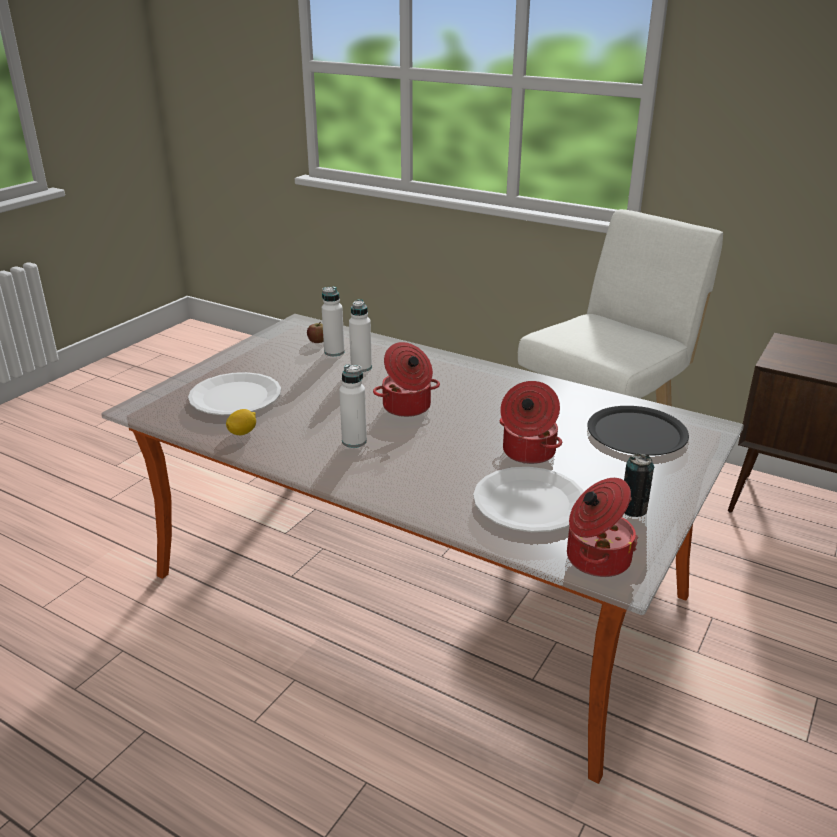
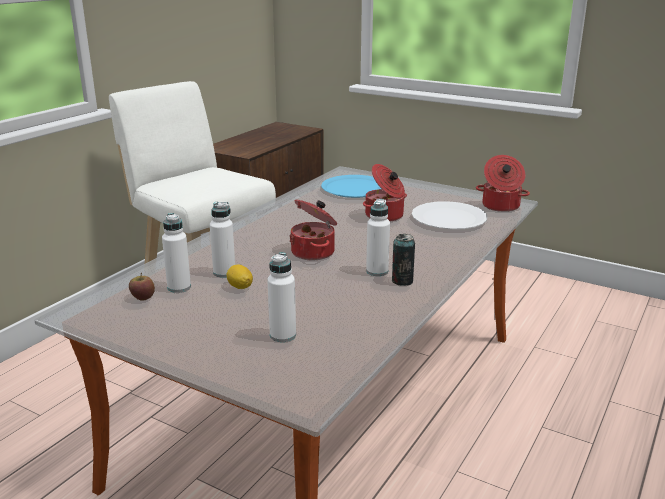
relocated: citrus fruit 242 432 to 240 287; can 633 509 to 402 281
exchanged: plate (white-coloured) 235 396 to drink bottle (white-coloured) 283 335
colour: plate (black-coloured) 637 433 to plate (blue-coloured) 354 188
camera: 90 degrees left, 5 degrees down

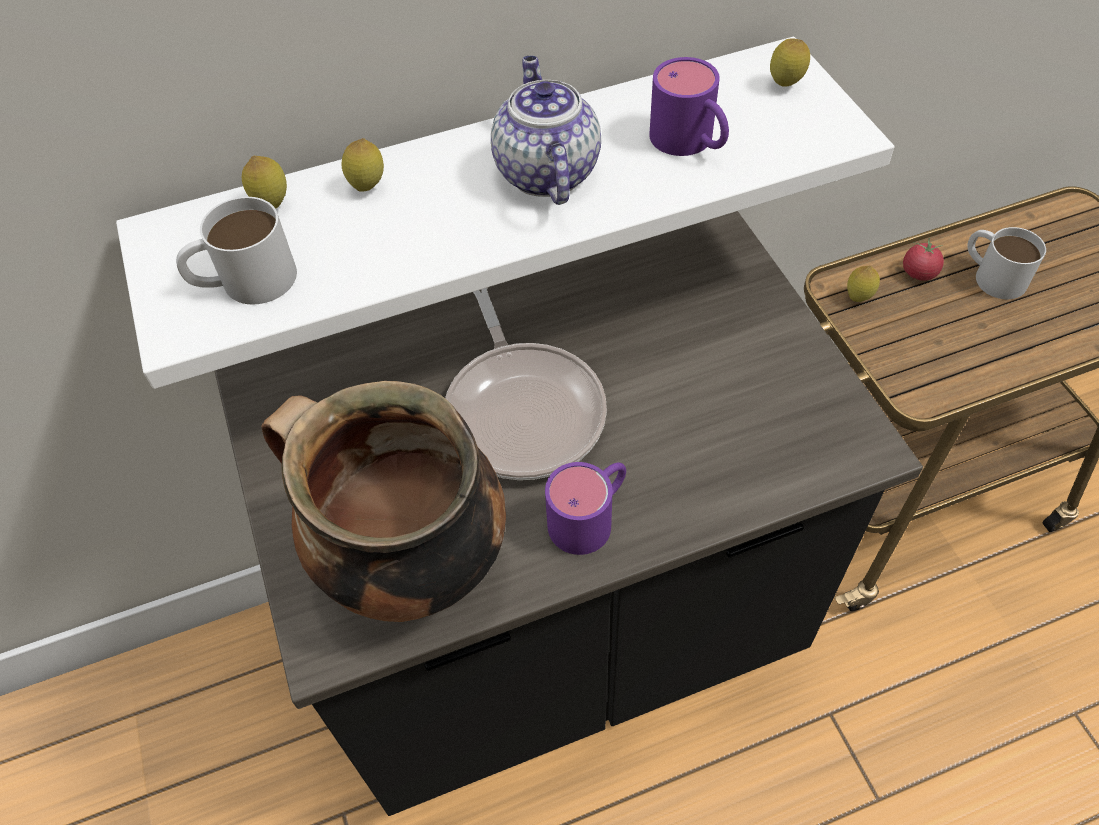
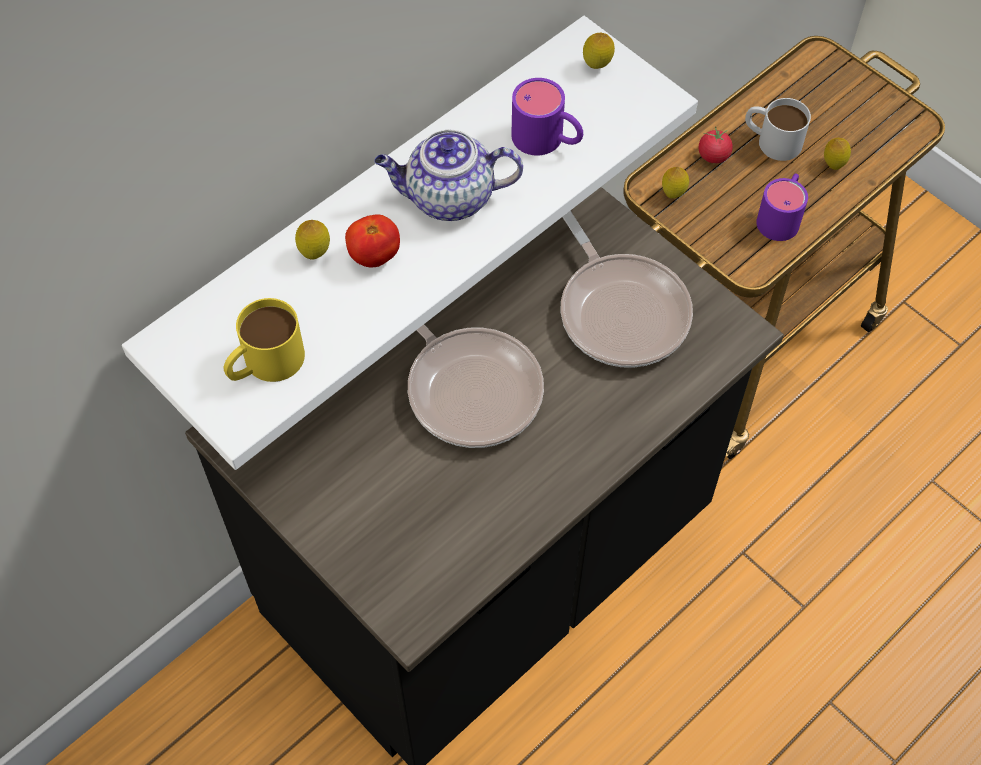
missing: saucepot 410 566
appeared: whole tomato 374 255; skillet 620 310
relocated: coffee mug (purple) 590 516 to 781 216; citrus fruit 272 204 to 833 165
colour: coffee mug (white-coloured) 244 281 to coffee mug (yellow-coloured) 264 363
spun: teapot 545 172 = 448 198 60 degrees counterclockwise
camera: 25 degrees left, 5 degrees up

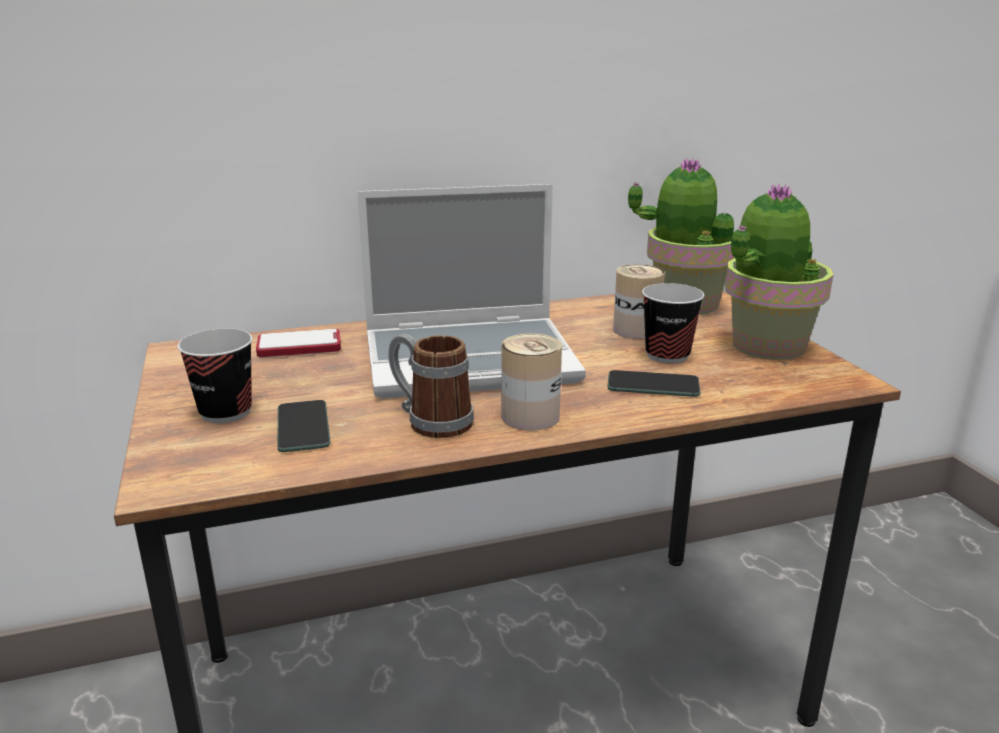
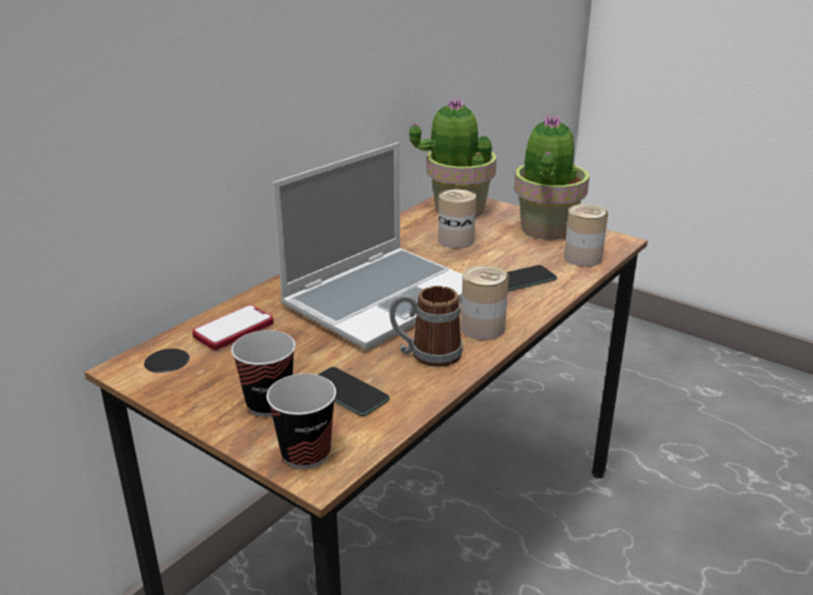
appeared: can 583 258
relocated: small cup 667 355 to 306 453
camera: 35 degrees left, 5 degrees up

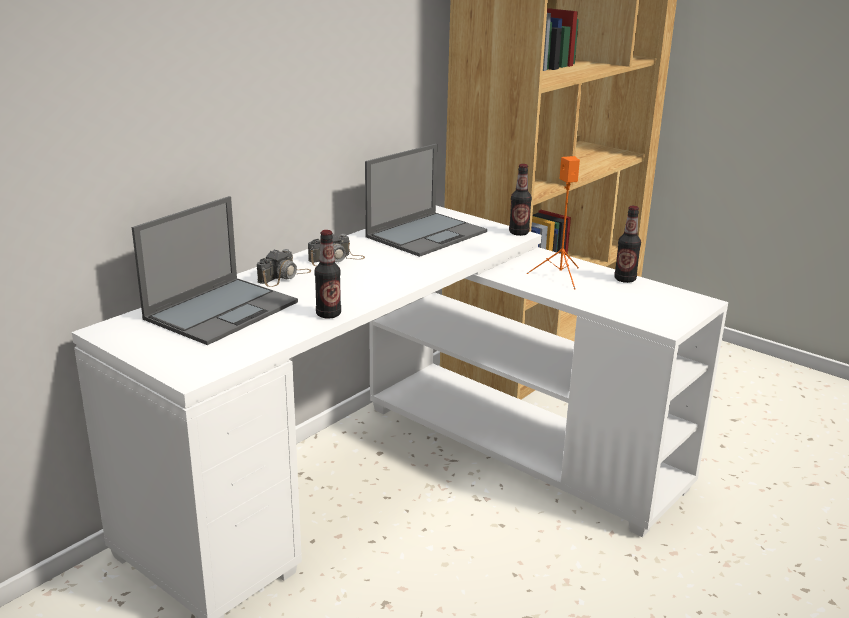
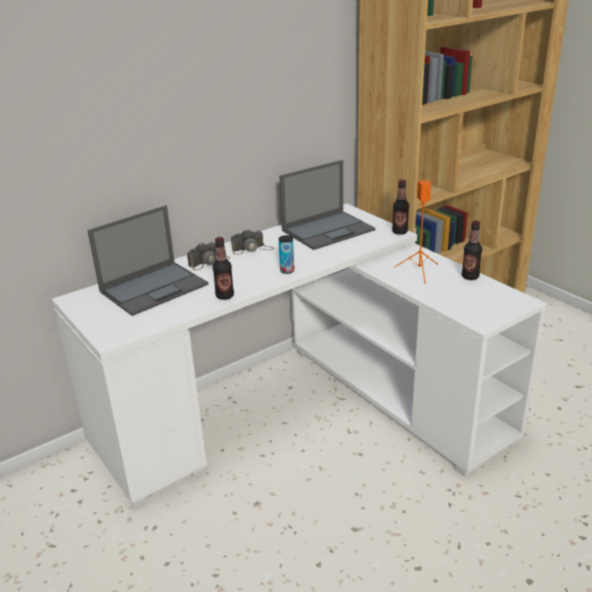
appeared: can 287 271
camera: 15 degrees right, 5 degrees up

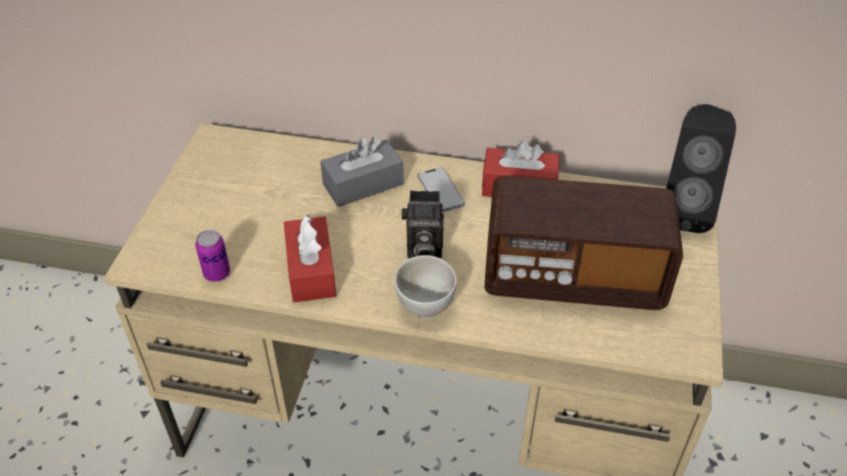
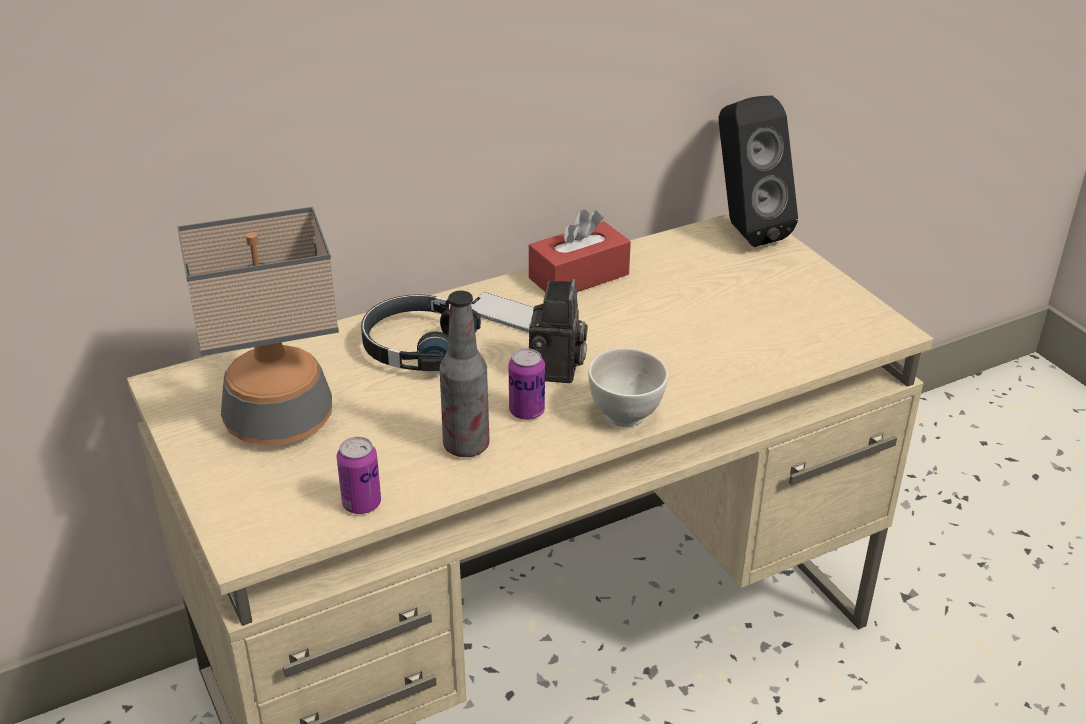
missing: radio receiver 573 277
appeared: table lamp 278 419; can 527 411
exchanged: box of tissues (grey) 363 184 to headphones (black-coloured) 416 346; box of tissues (reddish) 311 270 to drink bottle 466 446
spun: still camera 422 249 = 557 371 45 degrees counterclockwise
camera: 40 degrees left, 10 degrees down

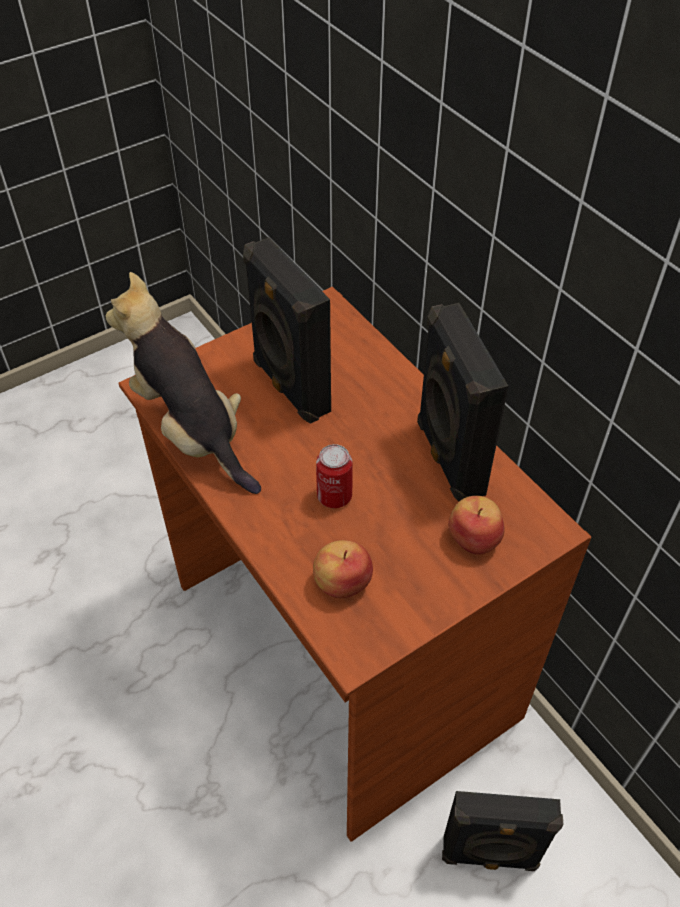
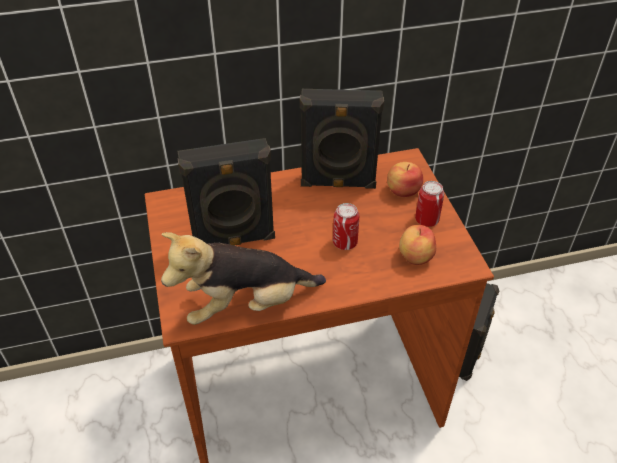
appeared: can 427 220
camera: 70 degrees left, 5 degrees down

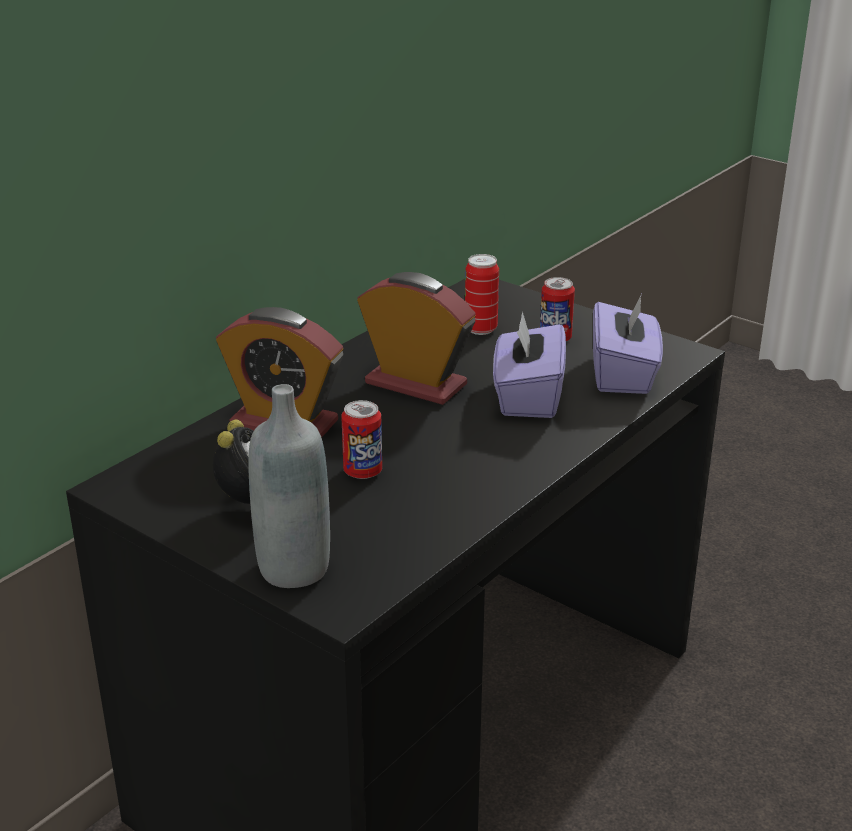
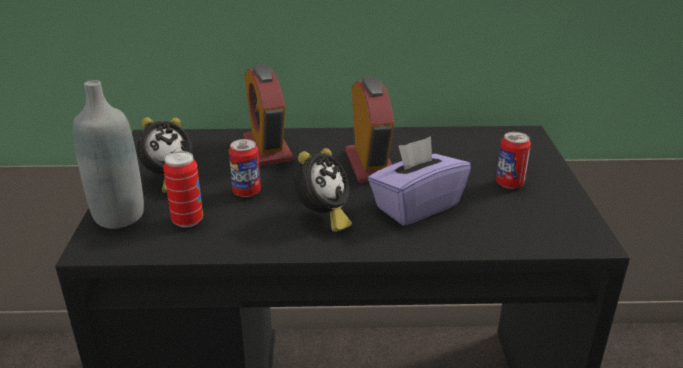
missing: box of tissues (purple) 623 374
appeared: alarm clock 323 218
relocated: can 480 329 to 187 221
camera: 50 degrees right, 0 degrees up

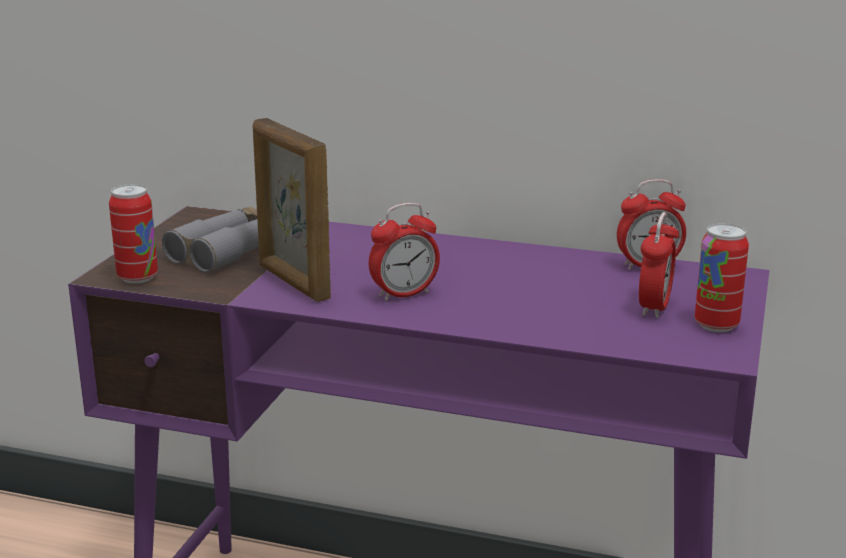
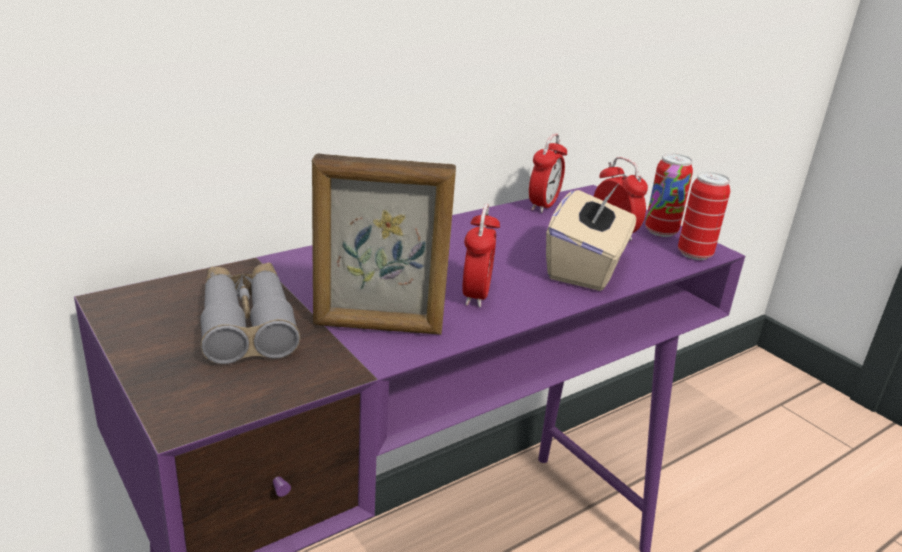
appeared: box of tissues (sand-coloured) 586 268
relocated: can 137 277 to 694 254
camera: 55 degrees left, 5 degrees up

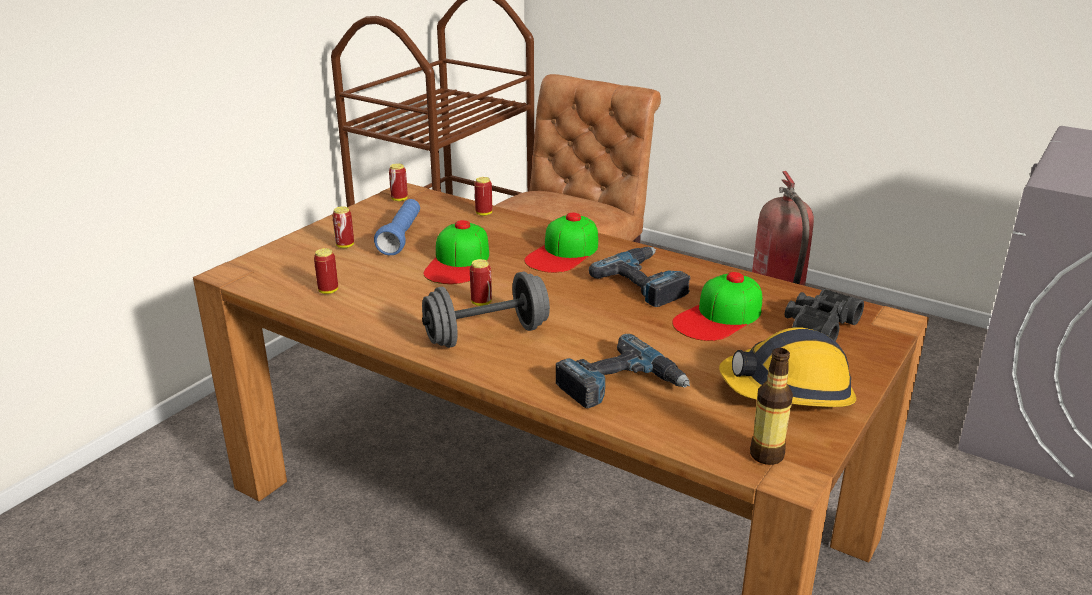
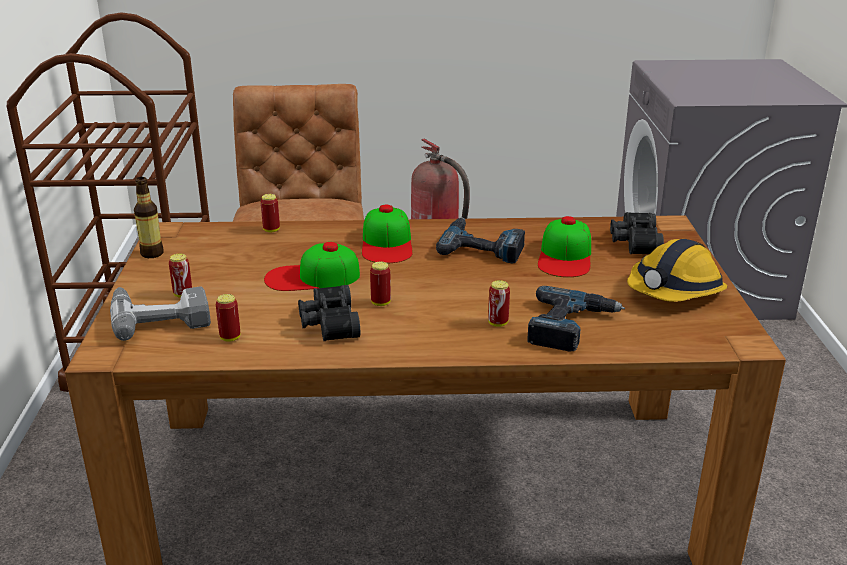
missing: flashlight (blue-coloured) 401 237; dumbbell (grey) 486 335
appeared: power drill 160 316; pair of binoculars (black-coloured) 328 324
relocated: drink bottle 766 455 to 152 253; can 399 199 to 498 323
spun: peaked cap 458 262 = 312 277 105 degrees clockwise
camera: 35 degrees left, 0 degrees up

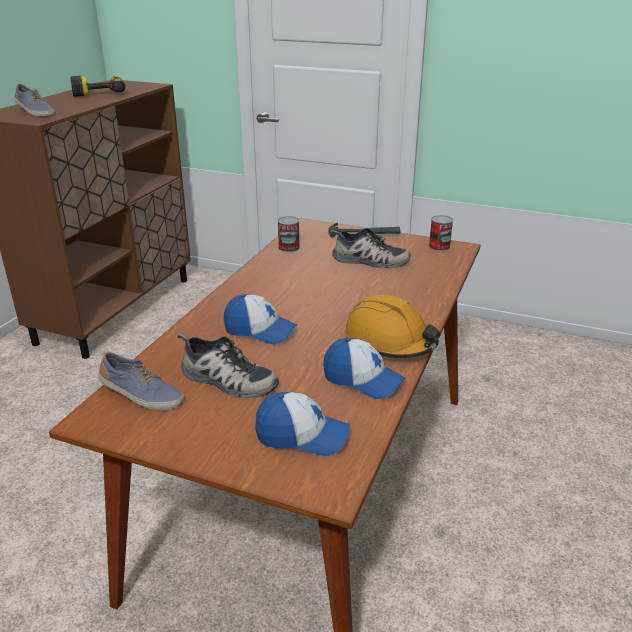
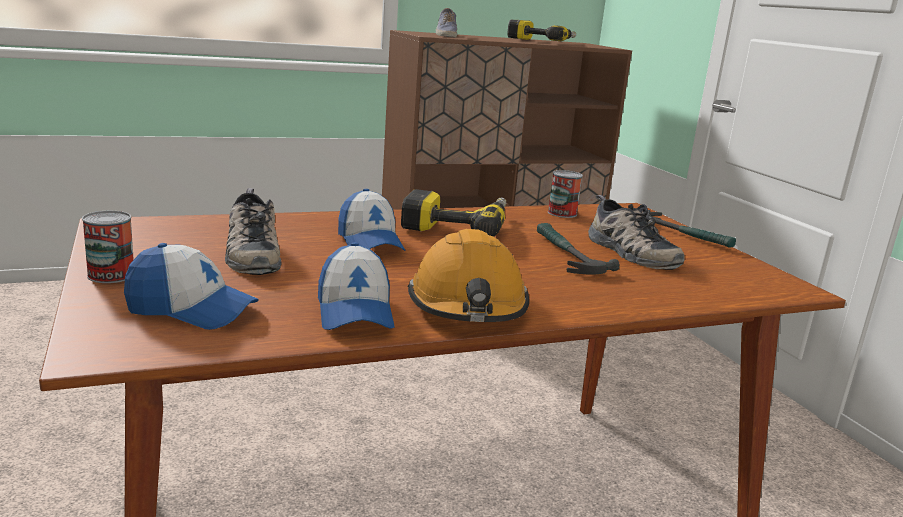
missing: shoe 141 396
appeared: power drill 458 225; tool hammer 566 254
relocated: can 439 246 to 111 275
spun: peaked cap 302 436 = 191 310 45 degrees counterclockwise
camera: 45 degrees right, 10 degrees down

